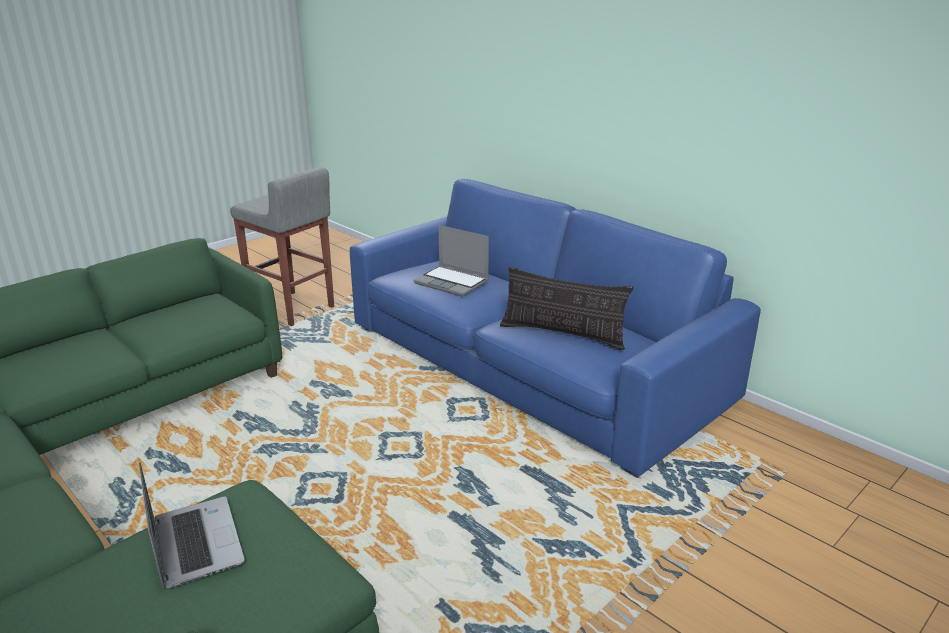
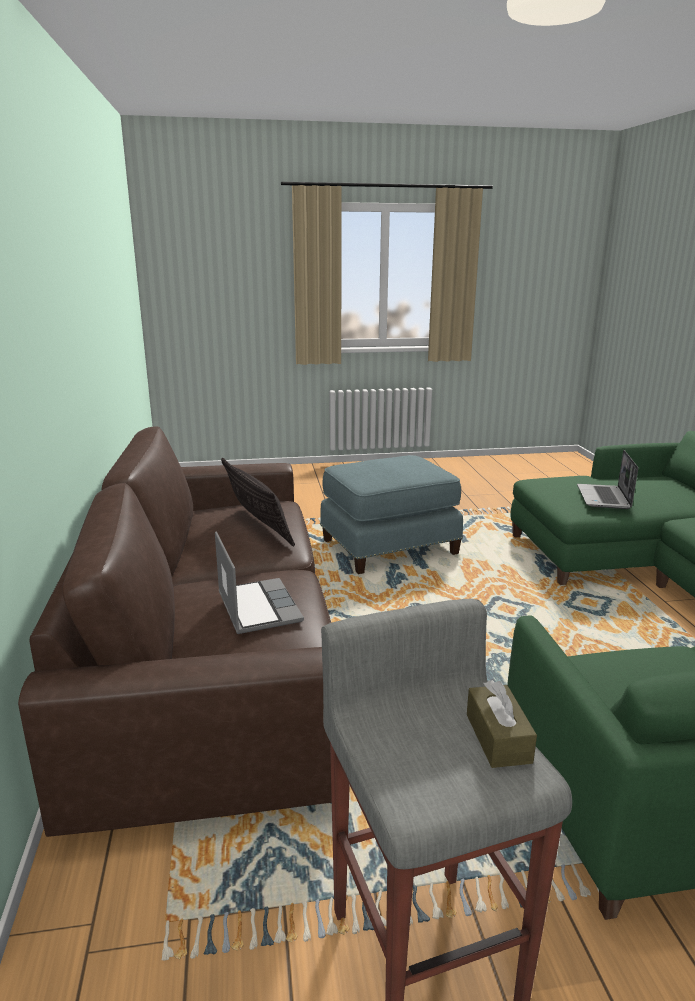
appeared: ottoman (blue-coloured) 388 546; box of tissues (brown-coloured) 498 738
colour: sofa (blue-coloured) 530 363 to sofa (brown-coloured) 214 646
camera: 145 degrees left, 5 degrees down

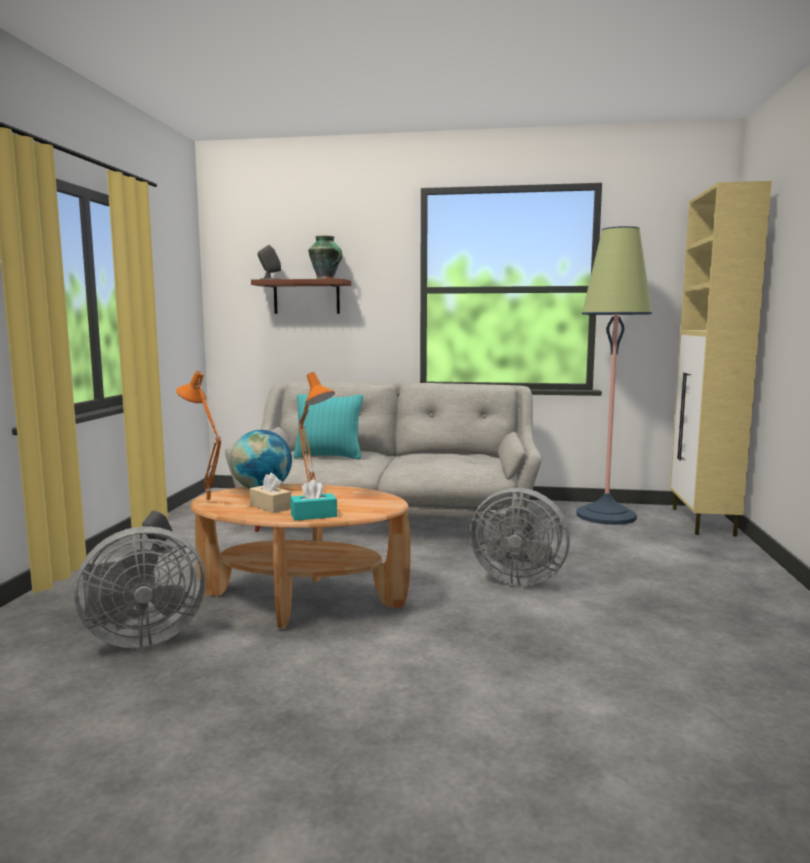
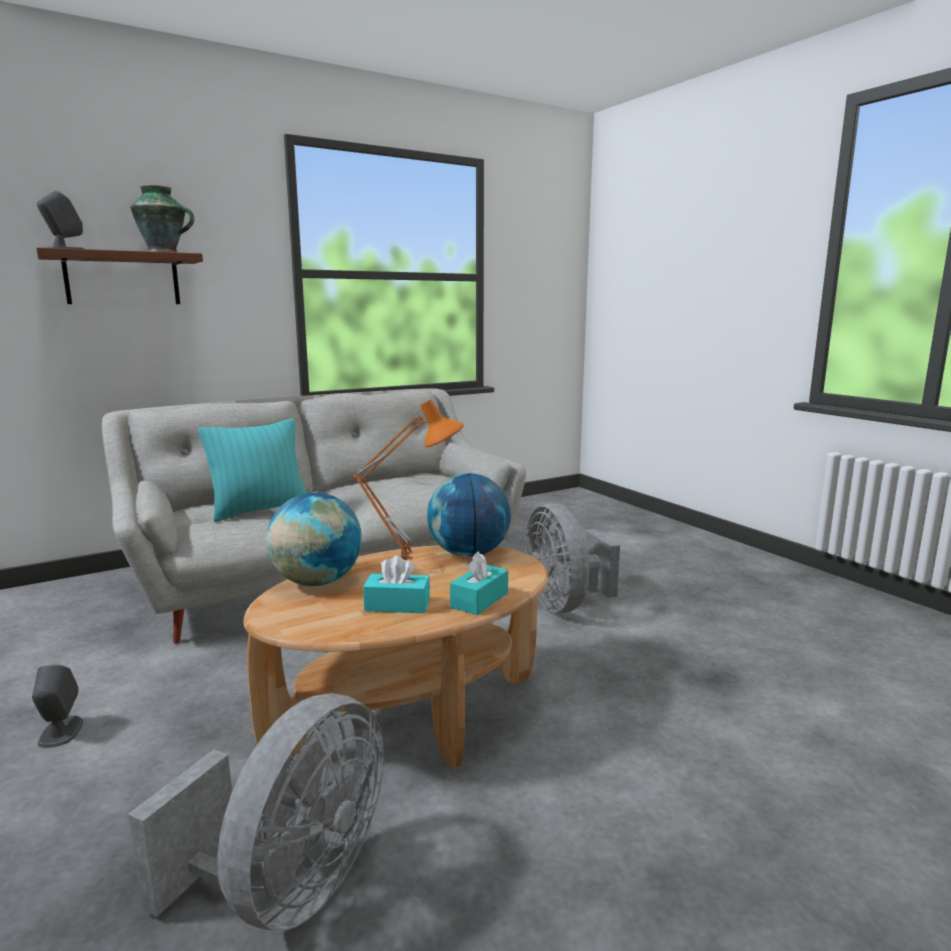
missing: table lamp (orange-coloured) 205 503; floor lamp 605 516; cabinet (sand-coloured) 702 522
appeared: globe 469 554
colour: box of tissues (sand-coloured) 270 507 to box of tissues (turquoise) 397 605
spun: electric fan (grey) 516 578 = 564 604 90 degrees clockwise
camera: 40 degrees left, 5 degrees up

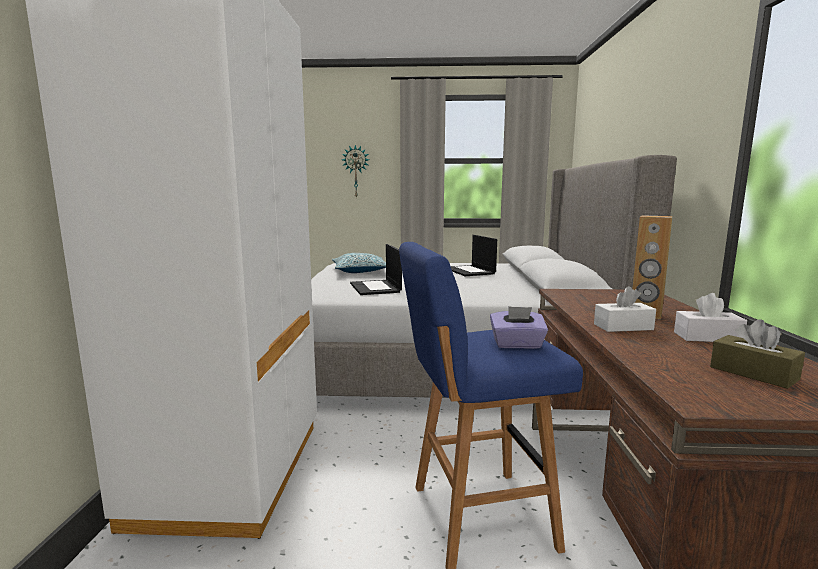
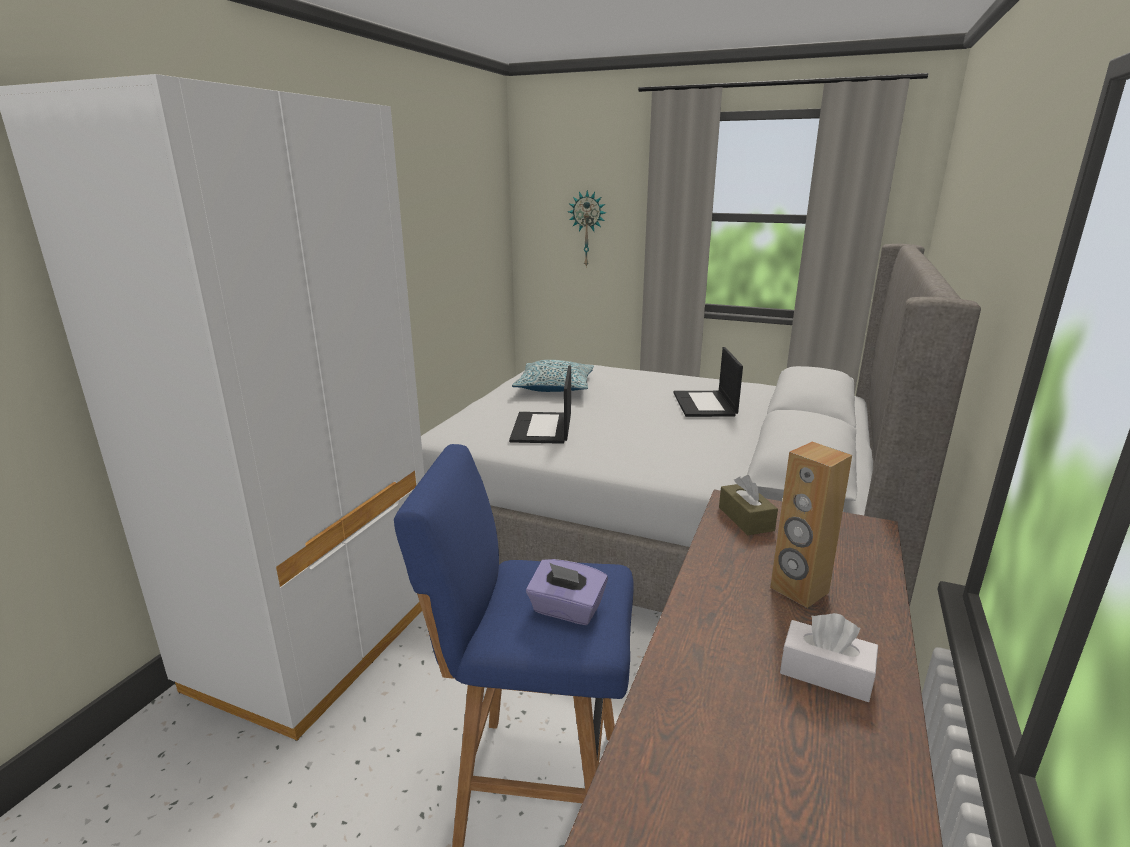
missing: box of tissues (white-coloured) 623 327
relocated: box of tissues (brown-coloured) 753 373 to 746 519
camera: 20 degrees right, 10 degrees up

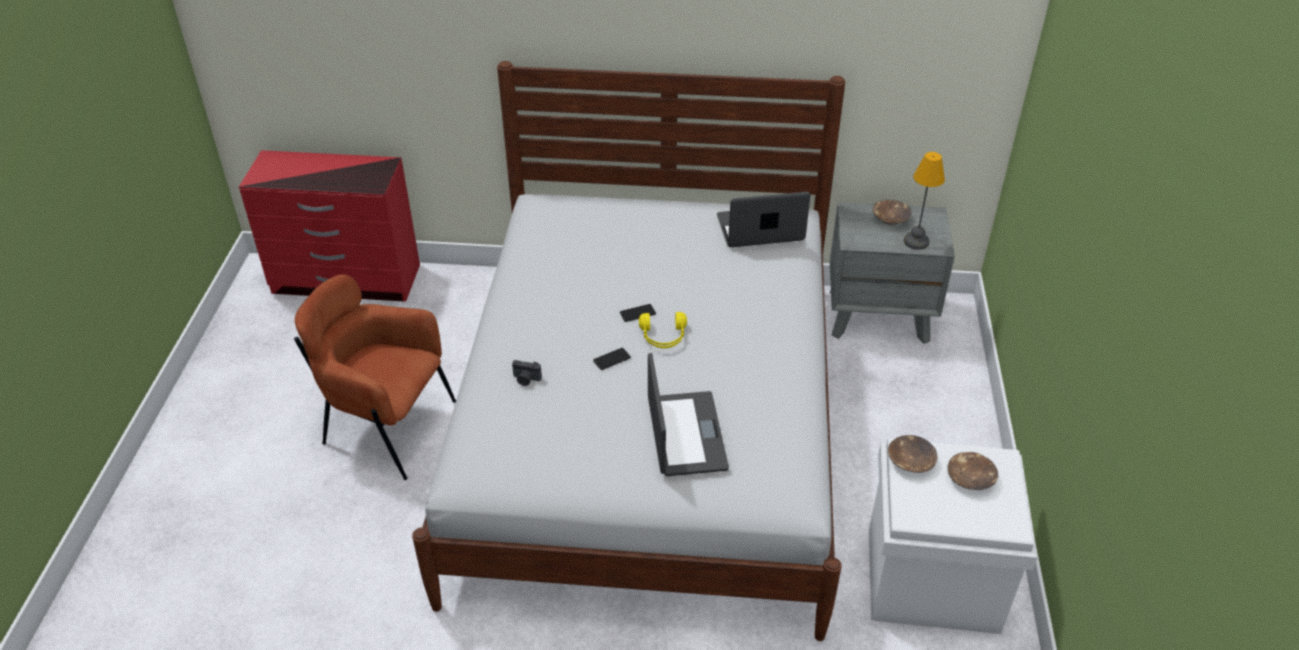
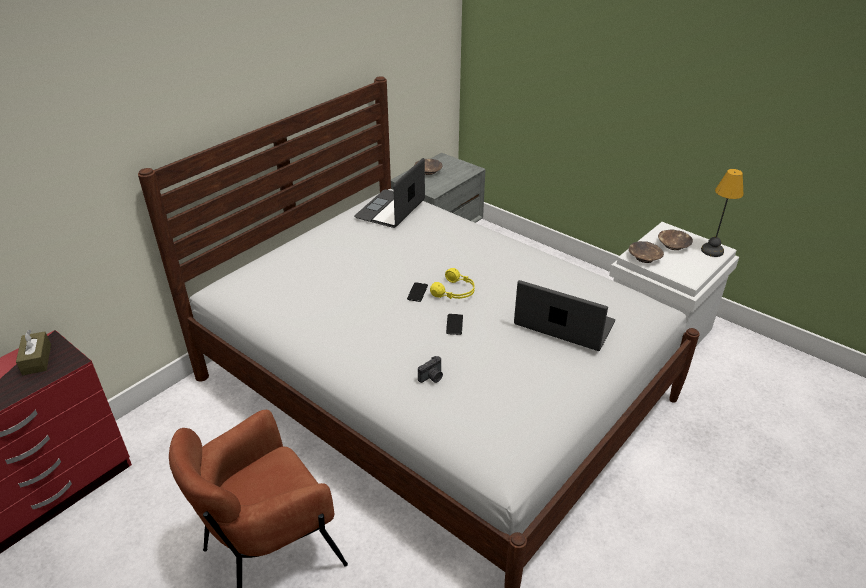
appeared: box of tissues (brown-coloured) 37 359
relocated: table lamp 916 242 to 713 251
camera: 55 degrees left, 5 degrees down

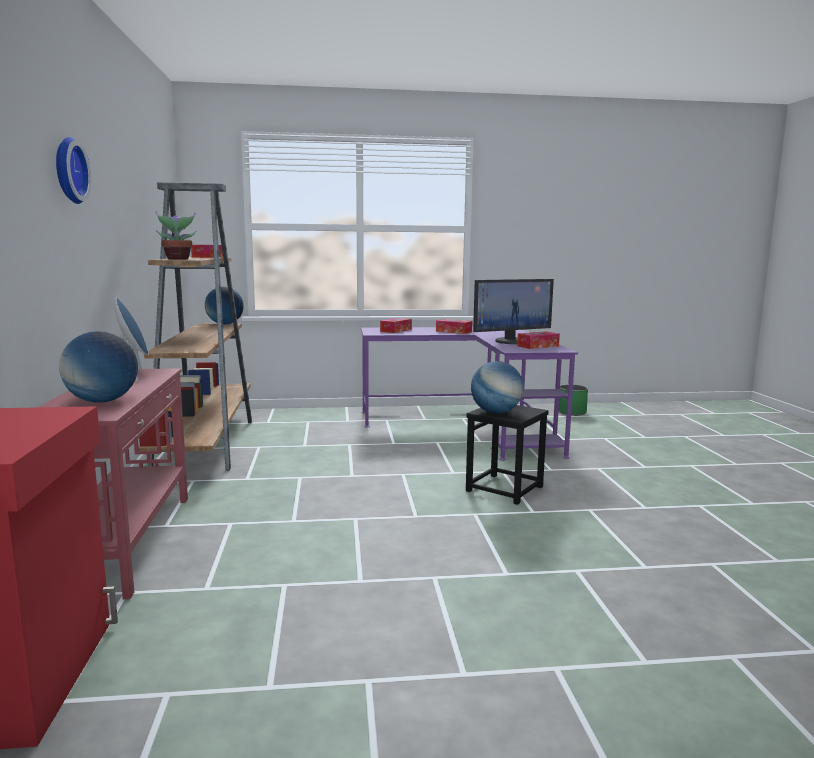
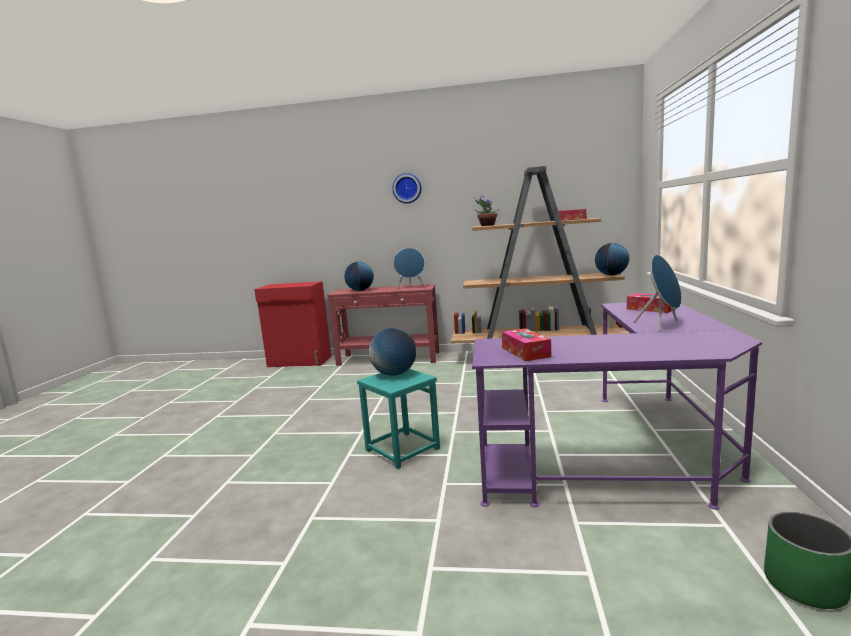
missing: computer screen 512 341
exchanged: box of tissues 454 331 to loudspeaker (blue-coloured) 662 325
colour: stool (black-coloured) 505 489 to stool (turquoise) 402 449
camera: 105 degrees right, 0 degrees up

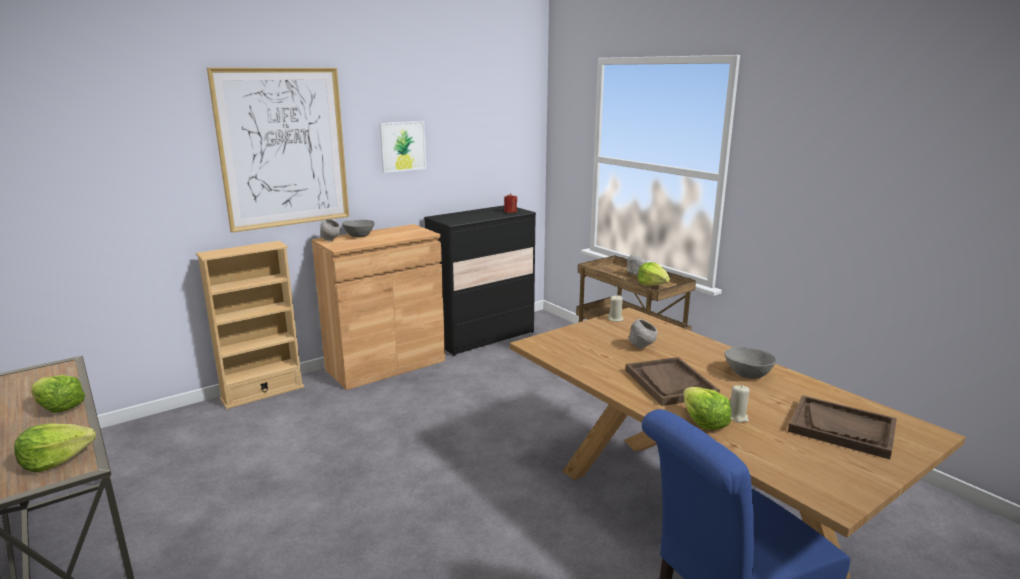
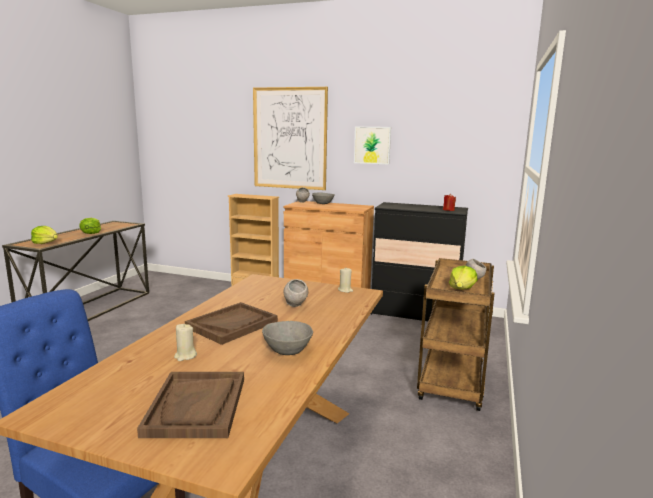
missing: lettuce 703 422
camera: 55 degrees right, 5 degrees down

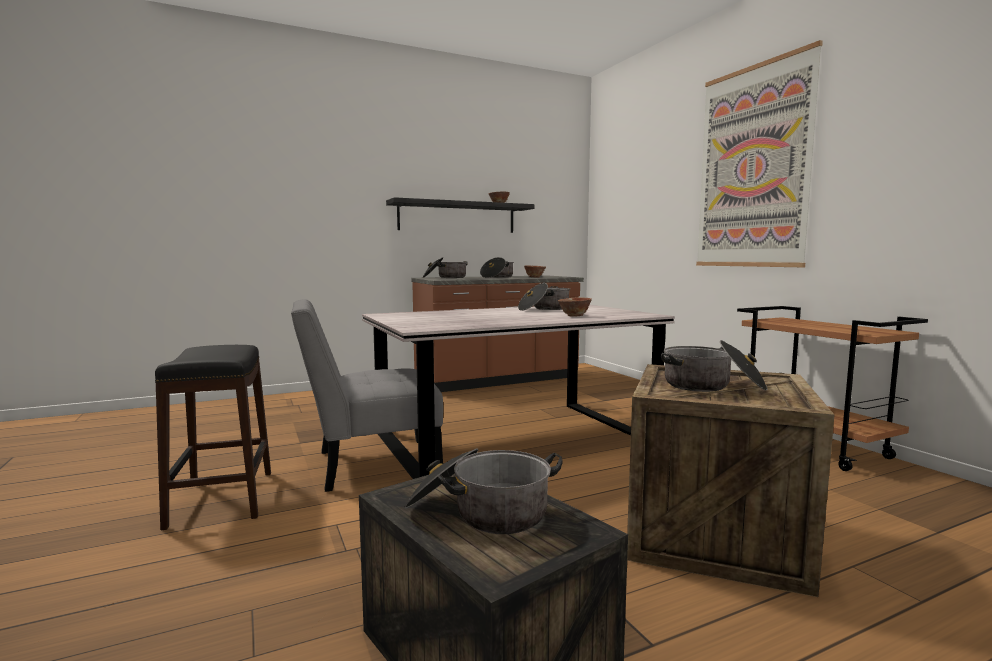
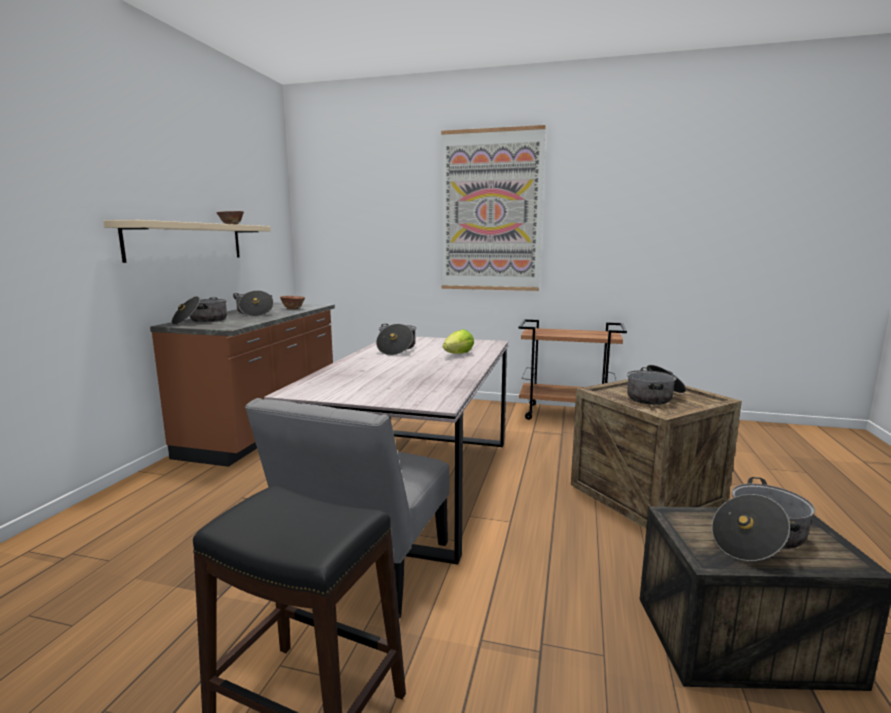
exchanged: deep dish 574 316 to lettuce 458 354
colour: wall shelf (black-coloured) 457 217 to wall shelf (sand-coloured) 187 241
camera: 50 degrees left, 5 degrees up

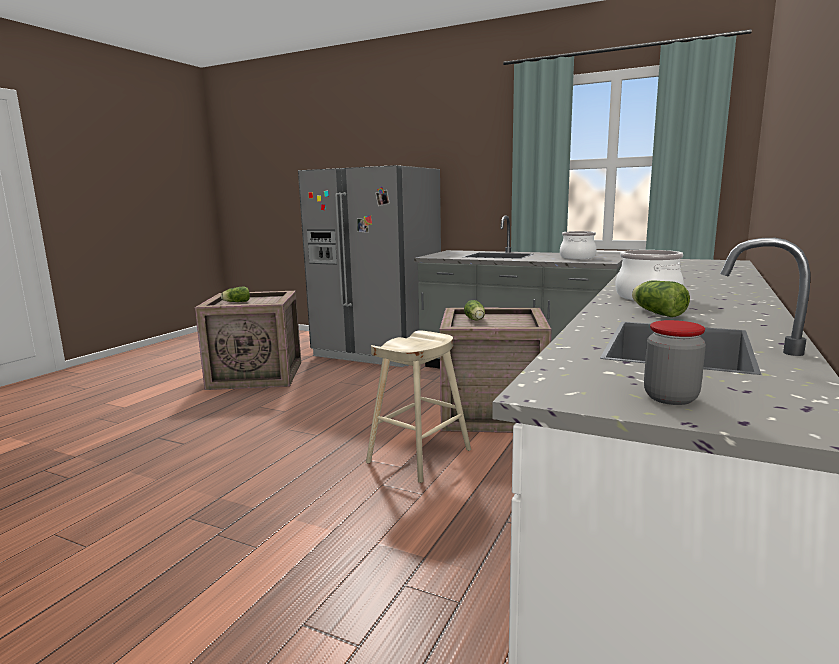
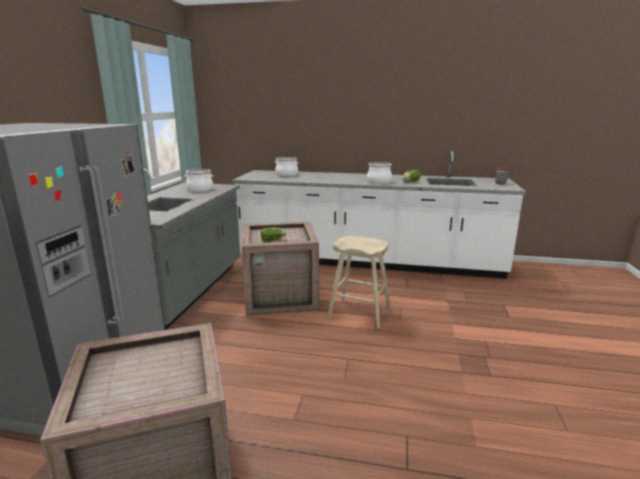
missing: lettuce 236 302
appeared: saucepot 286 174
camera: 105 degrees left, 5 degrees up

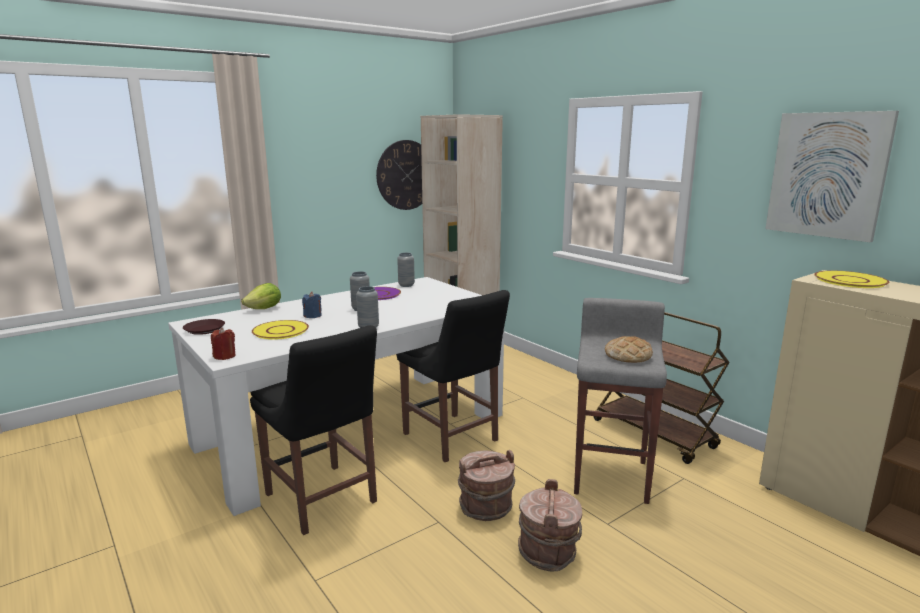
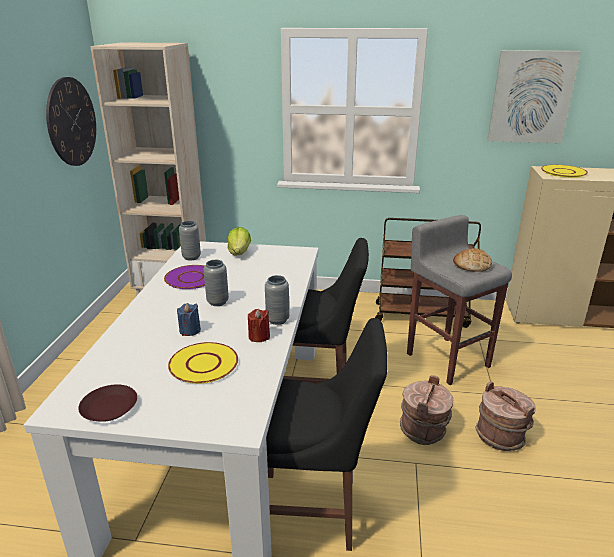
relocated: lettuce 264 309 to 239 253; wax candle (reddish) 224 356 to 259 337
camera: 45 degrees left, 10 degrees up

